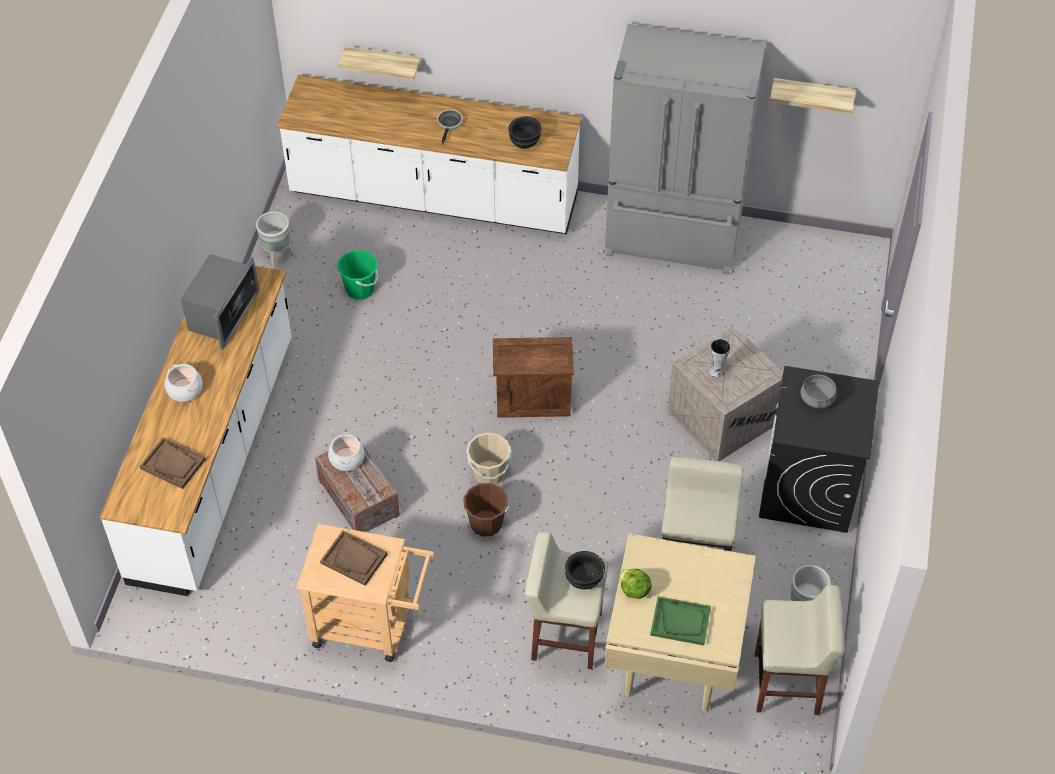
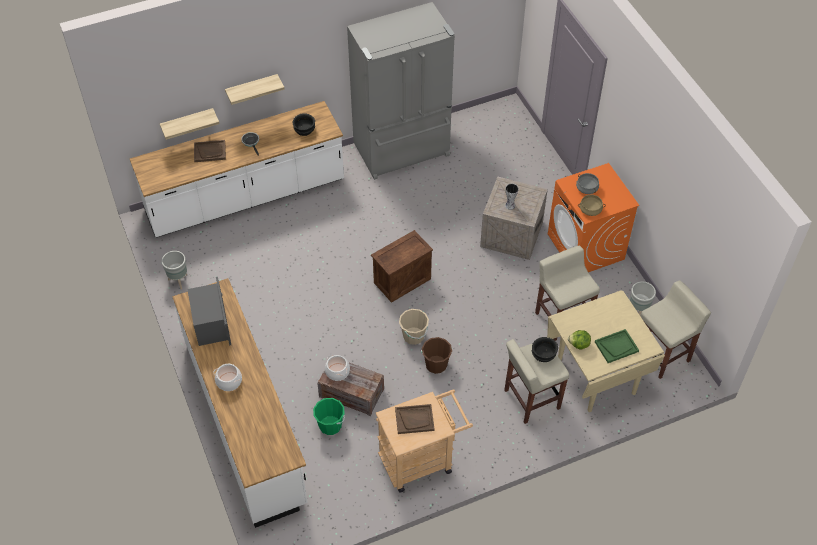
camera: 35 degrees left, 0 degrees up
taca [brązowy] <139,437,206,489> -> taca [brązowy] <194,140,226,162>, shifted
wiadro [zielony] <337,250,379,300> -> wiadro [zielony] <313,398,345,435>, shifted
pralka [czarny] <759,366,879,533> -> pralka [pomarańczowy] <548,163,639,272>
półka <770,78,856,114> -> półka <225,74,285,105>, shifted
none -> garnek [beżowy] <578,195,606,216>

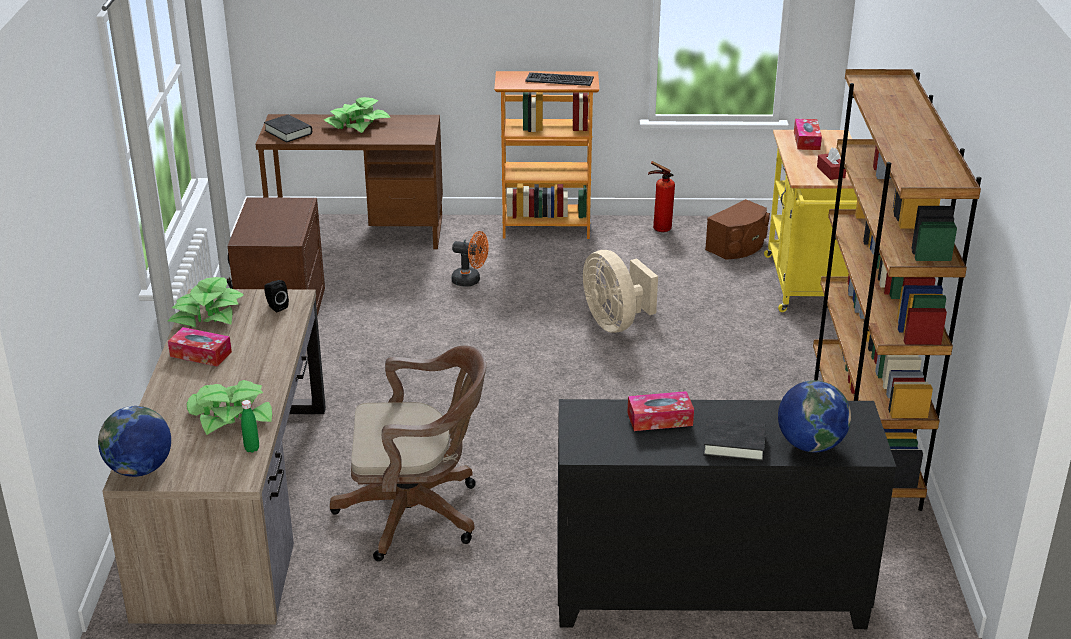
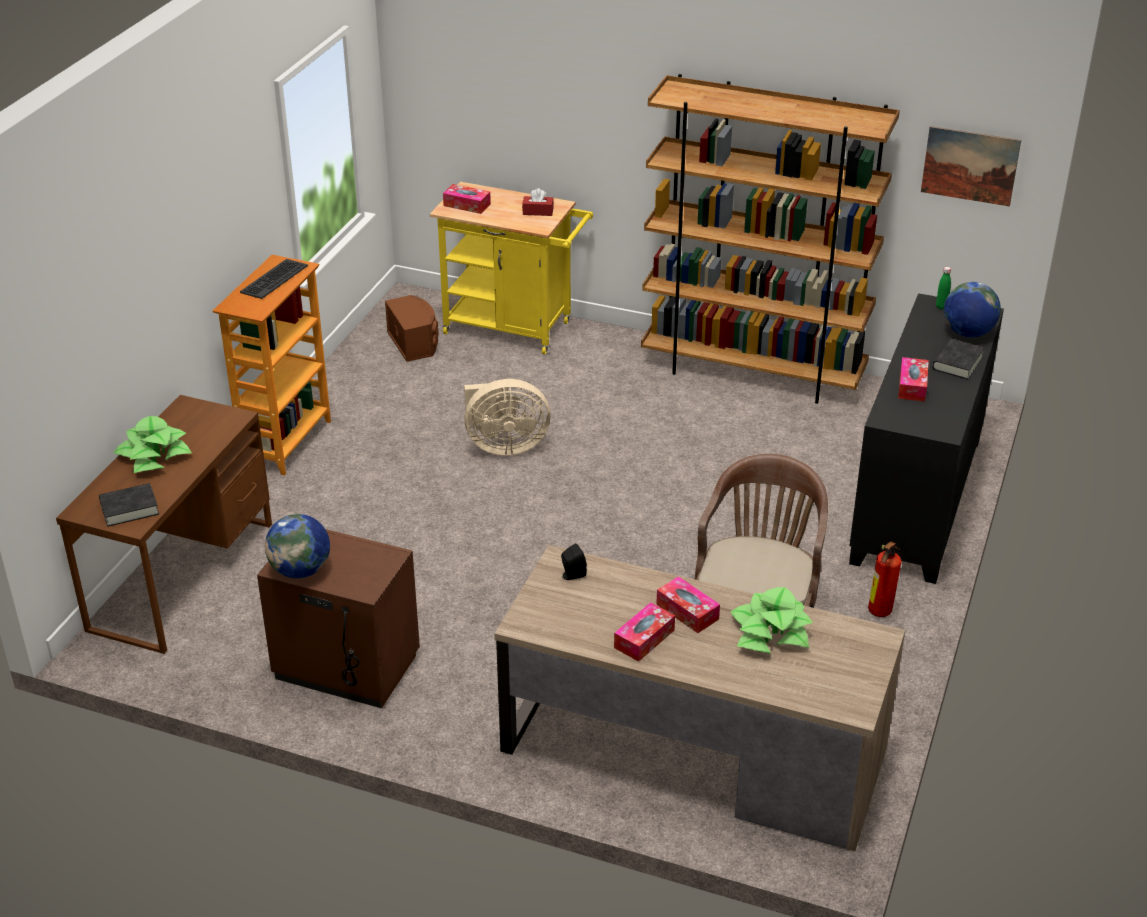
camera: 70 degrees left, 5 degrees up
globus <98,406,171,477> -> globus <265,514,330,578>, shifted
roślina doniczkowa <168,277,244,327> -> none
butelka [zielony] <241,400,259,453> -> butelka [zielony] <936,267,951,309>, shifted
wentylator [pomarańczowy] <451,231,489,286> -> none
gaśnica <648,161,675,232> -> gaśnica <868,541,902,617>, shifted
none -> pudełko chusteczek <656,576,720,633>
none -> obraz <921,126,1021,206>

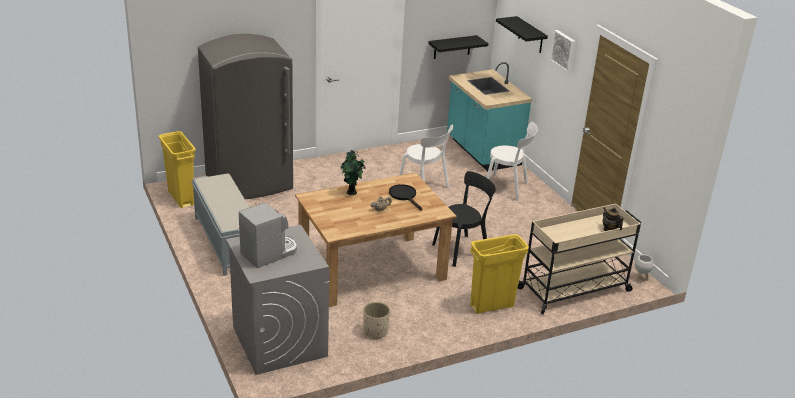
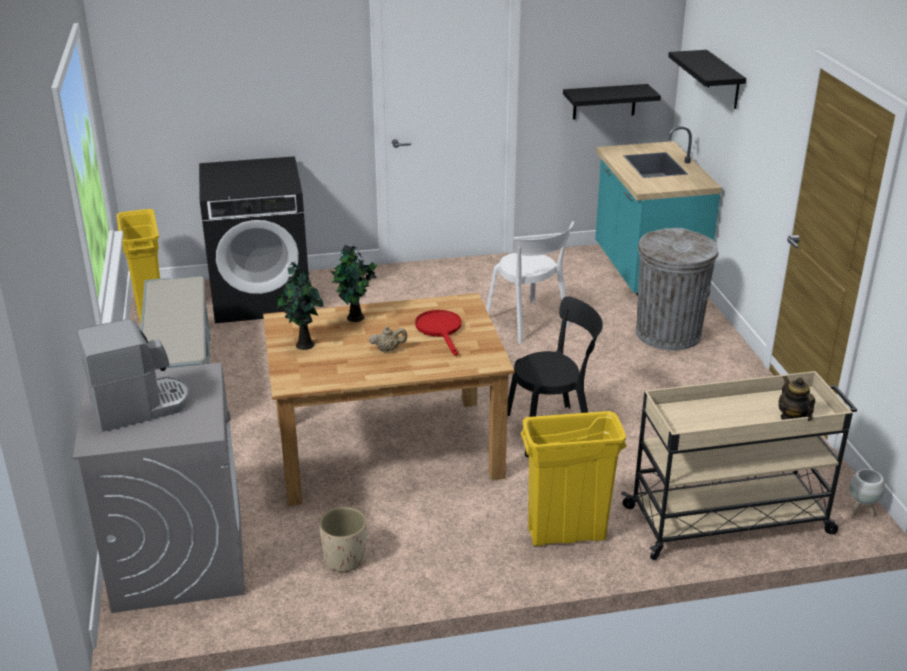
camera: 15 degrees right, 0 degrees up
lodówka [szary] <198,34,293,199> -> pralka [czarny] <199,156,309,323>
patelnia [czarny] <389,184,422,210> -> patelnia [czerwony] <415,310,462,356>
krzesło [biały] <483,122,538,201> -> kosz na śmieci [szary] <636,228,719,351>
obraz <550,30,575,72> -> none
none -> roślina doniczkowa <276,261,324,350>

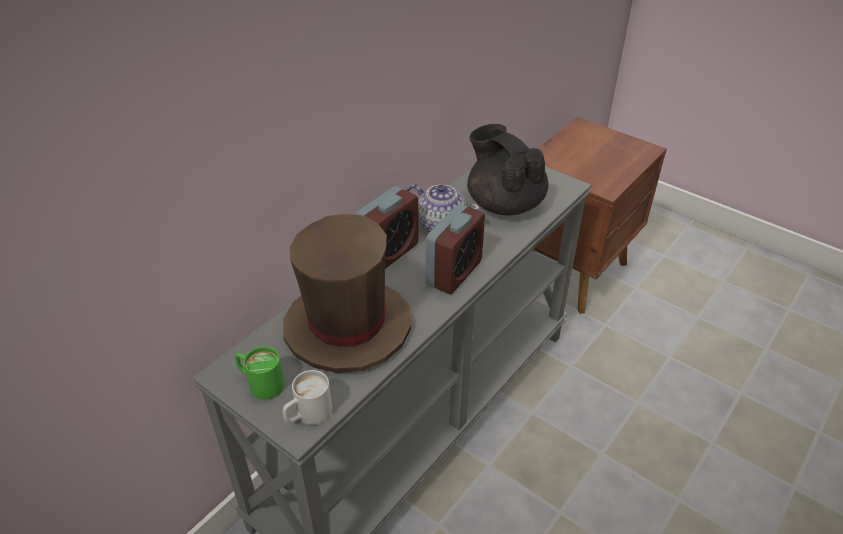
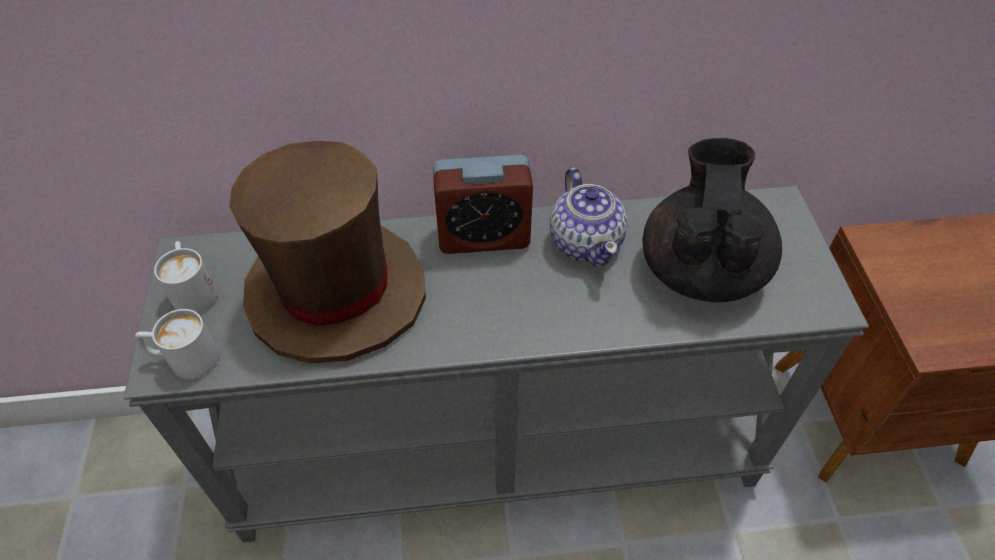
camera: 45 degrees right, 10 degrees up
kubek [zielony] <235,346,285,400> -> kubek [biały] <154,241,217,314>
budzik <426,204,485,294> -> none

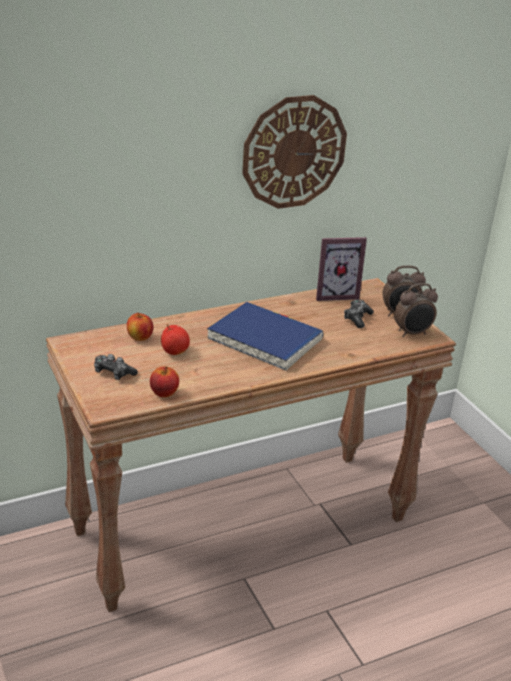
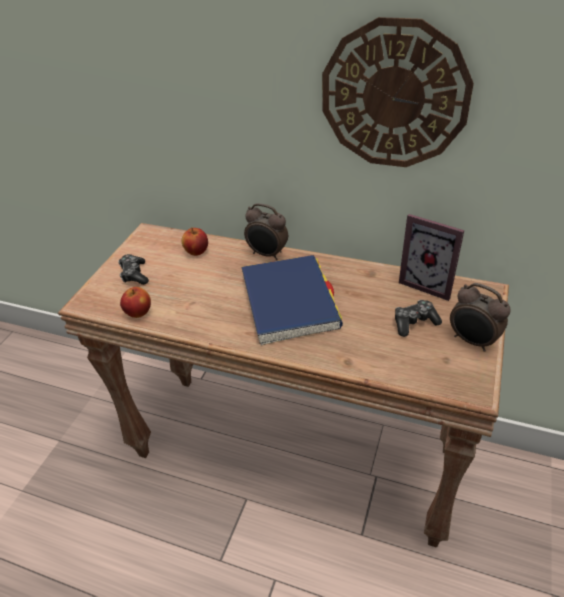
camera: 50 degrees right, 10 degrees up
jabłko <161,324,190,355> -> none
budzik <394,283,438,337> -> budzik <244,203,288,260>, shifted

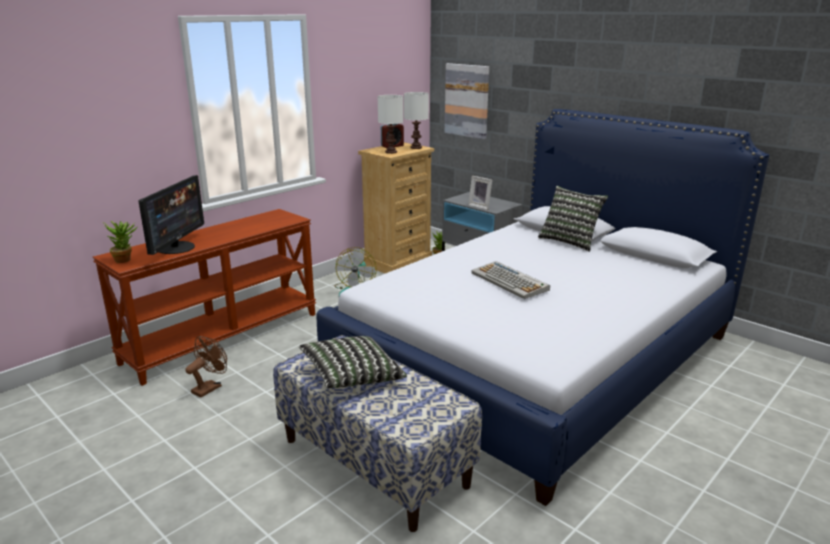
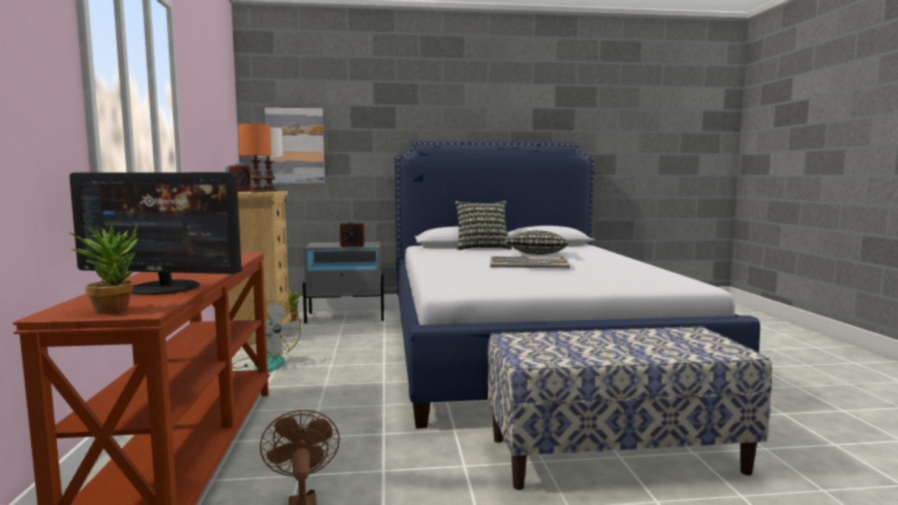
camera: 50 degrees left, 15 degrees down
monitor <138,175,204,255> -> monitor <69,172,242,295>, 135 degrees clockwise
poduszka <299,336,407,388> -> poduszka <505,230,568,255>, shifted
lampa stołowa [biały] <377,95,403,154> -> lampa stołowa [pomarańczowy] <238,124,272,192>
ramka na zdjęcie <468,176,492,210> -> budzik <340,220,364,247>

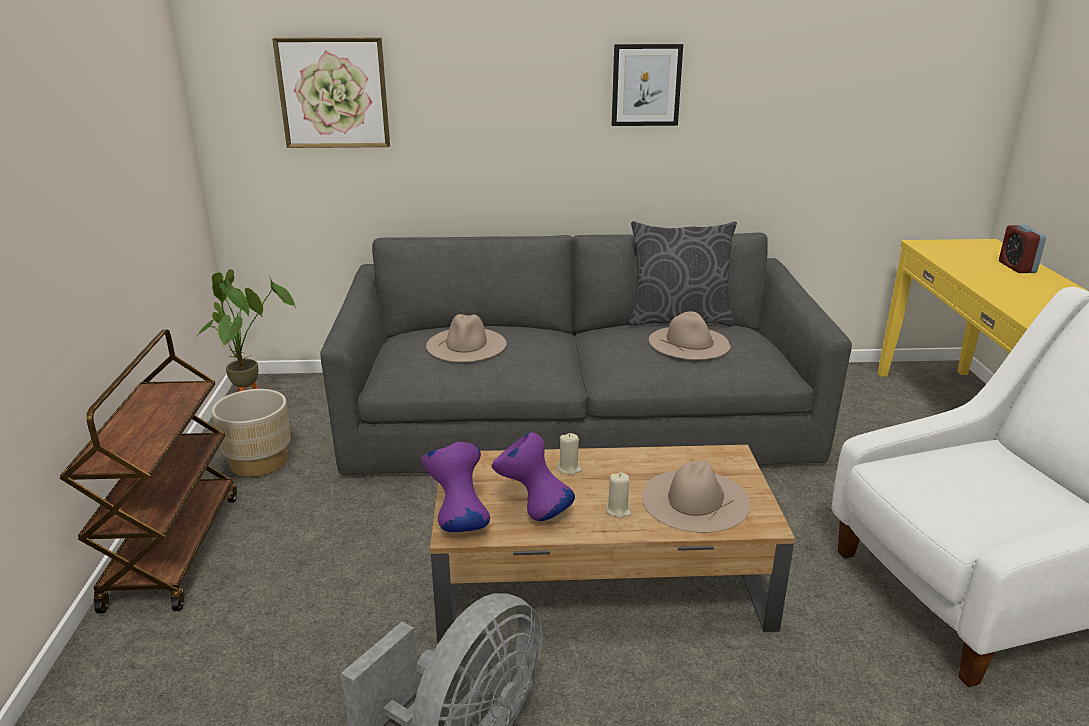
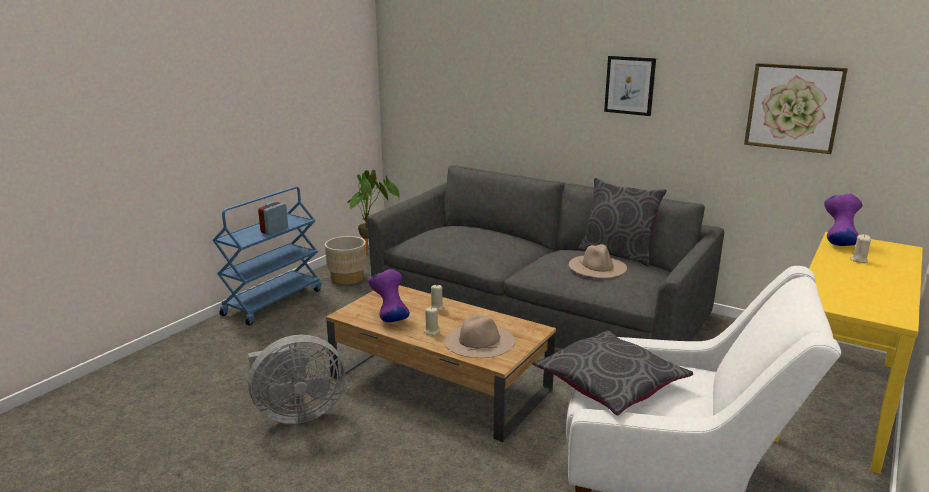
camera: 35 degrees right, 5 degrees down
wózek [brązowy] <60,329,237,614> -> wózek [niebieski] <213,187,321,325>
obraz <272,37,390,148> -> obraz <744,63,848,154>, shifted
wazon [fioletowy] <421,442,490,532> -> wazon [fioletowy] <824,194,862,246>, shifted
kapelusz [beżowy] <426,314,507,362> -> none
budzik <999,225,1046,273> -> budzik <258,202,288,235>, shifted
none -> poduszka [szary] <532,330,693,416>
none -> świeca [beżowy] <851,235,871,263>

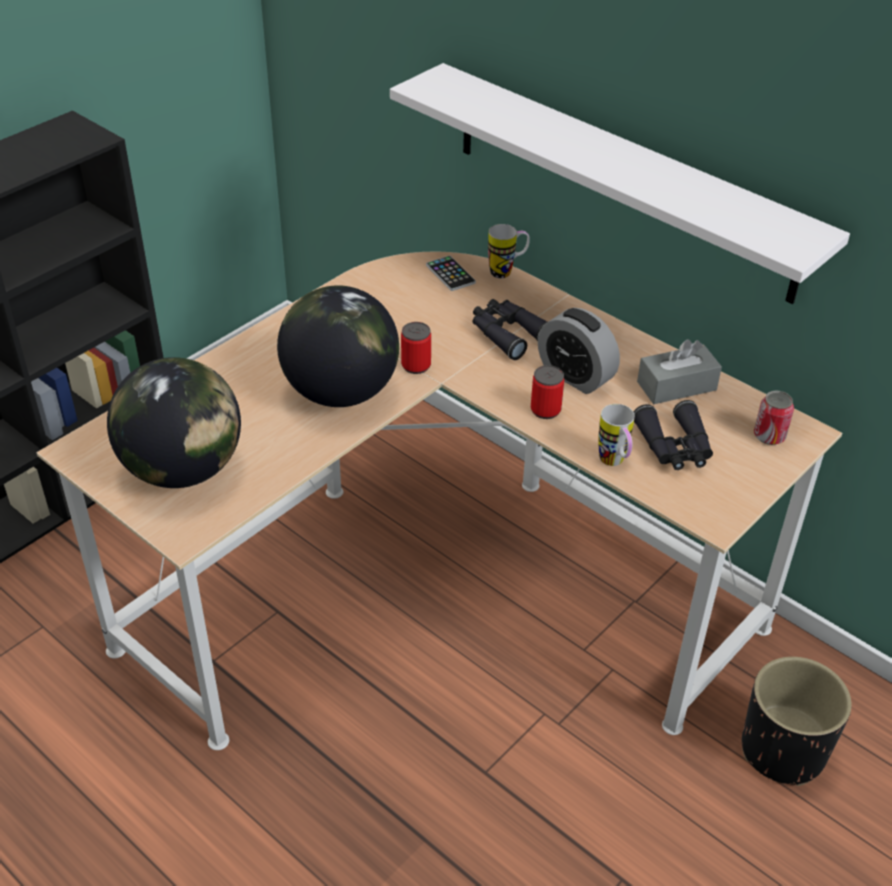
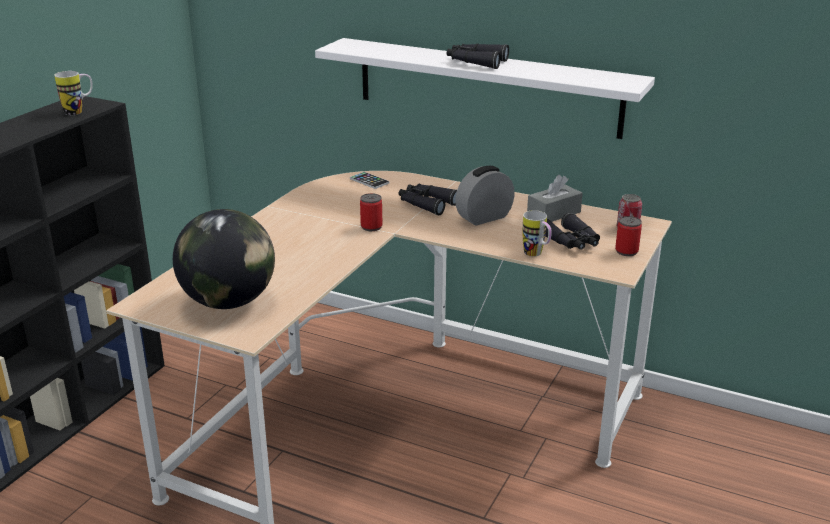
camera: 15 degrees left, 15 degrees down
globus <277,285,399,407> -> none
kubek <488,224,530,278> -> kubek <54,71,92,115>, shifted
puszka <531,365,564,419> -> puszka <615,216,642,256>, shifted
budzik <538,308,620,394> -> budzik <455,166,515,226>, 120 degrees clockwise
donica [czarny] <742,656,852,786> -> none
none -> lornetka [czarny] <447,44,509,69>

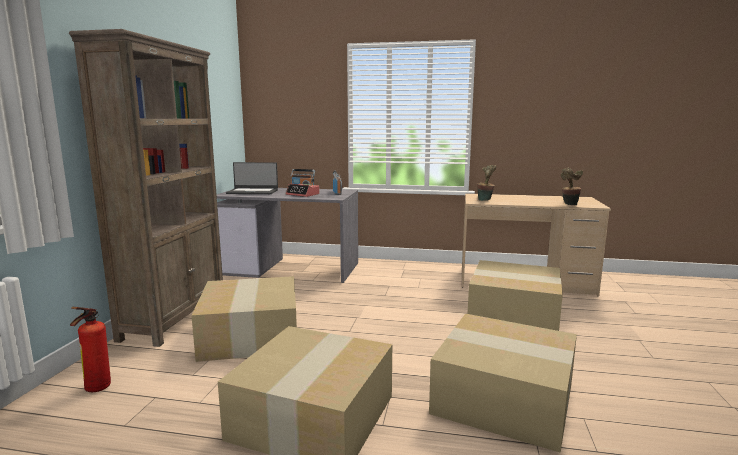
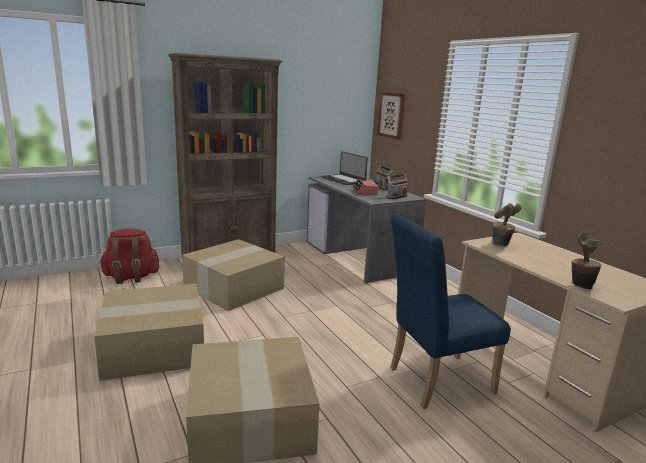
camera: 50 degrees right, 5 degrees up
gaśnica <70,307,111,392> -> plecak [czerwony] <99,229,159,284>
karton <468,260,563,331> -> krzesło [niebieski] <390,214,511,409>
none -> obraz <377,92,406,140>

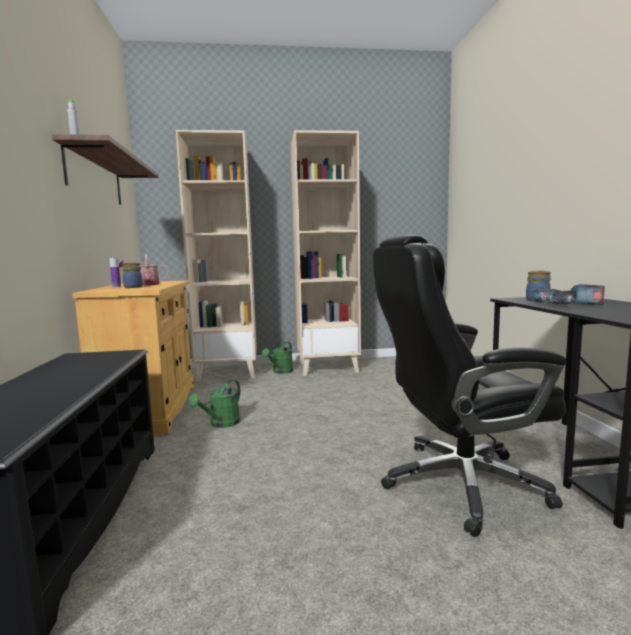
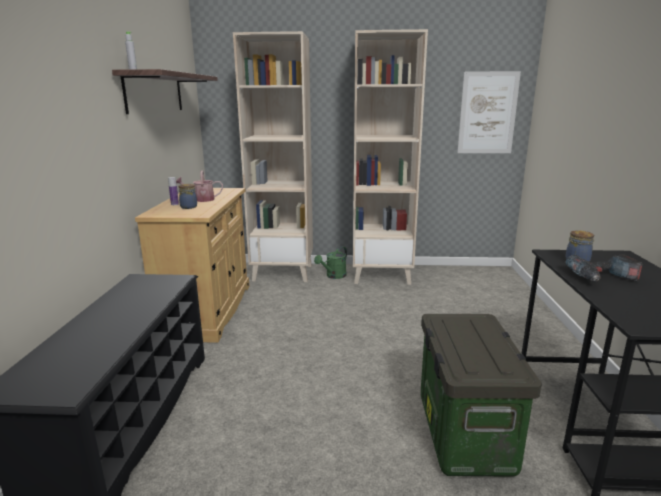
camera: 10 degrees right, 10 degrees up
konewka [zielony] <188,380,240,428> -> none
krzesło biurowe [czarny] <373,235,566,537> -> pojemnik do przechowywania <421,314,542,477>
none -> obraz <457,71,521,153>

